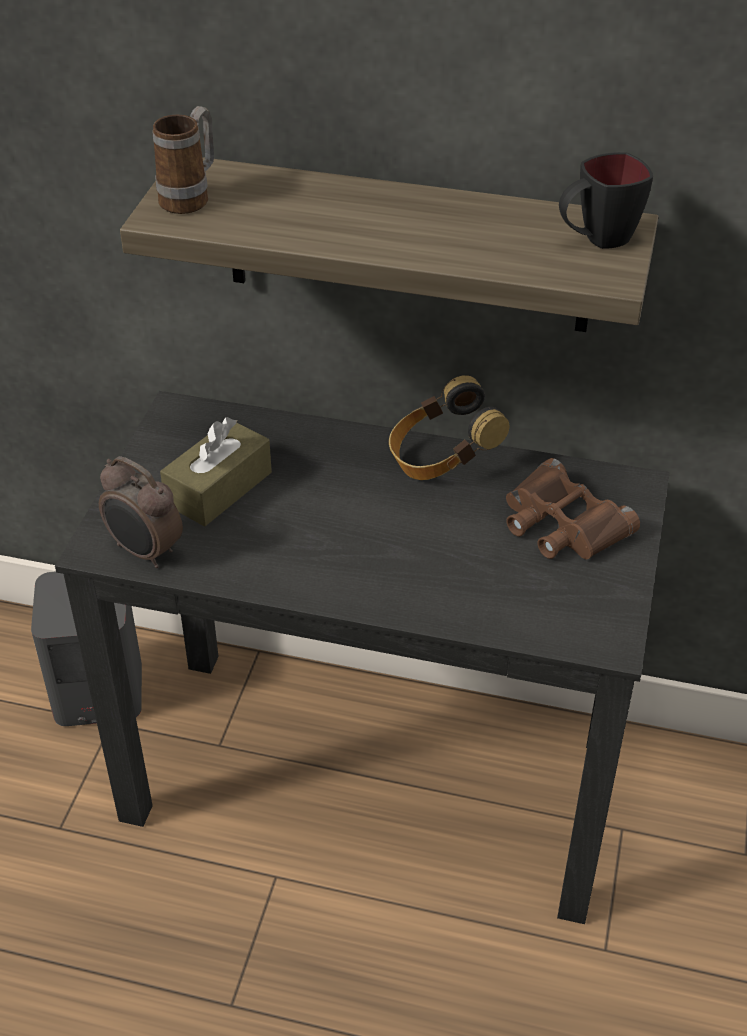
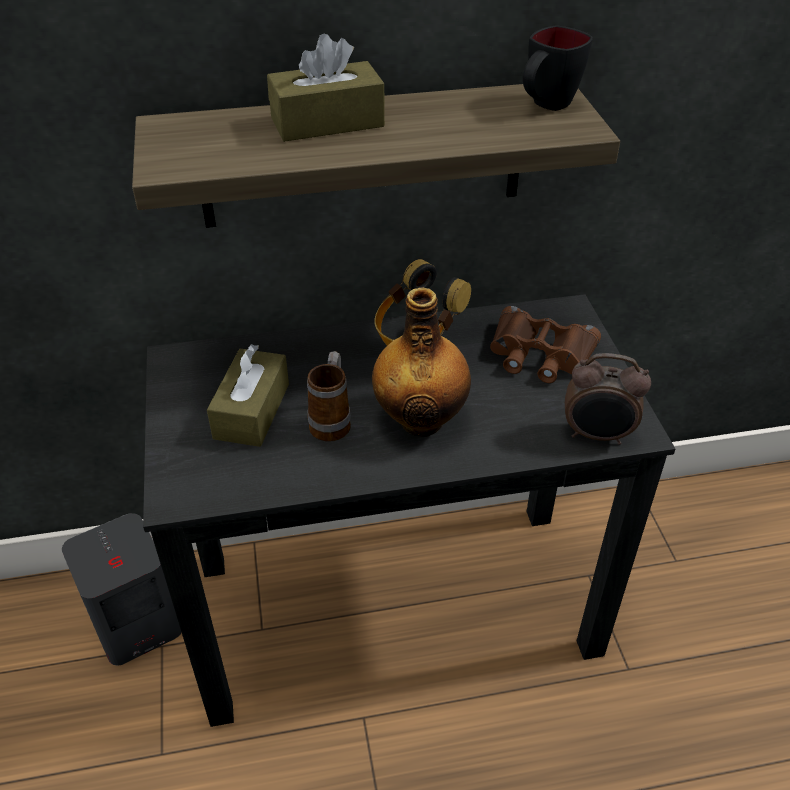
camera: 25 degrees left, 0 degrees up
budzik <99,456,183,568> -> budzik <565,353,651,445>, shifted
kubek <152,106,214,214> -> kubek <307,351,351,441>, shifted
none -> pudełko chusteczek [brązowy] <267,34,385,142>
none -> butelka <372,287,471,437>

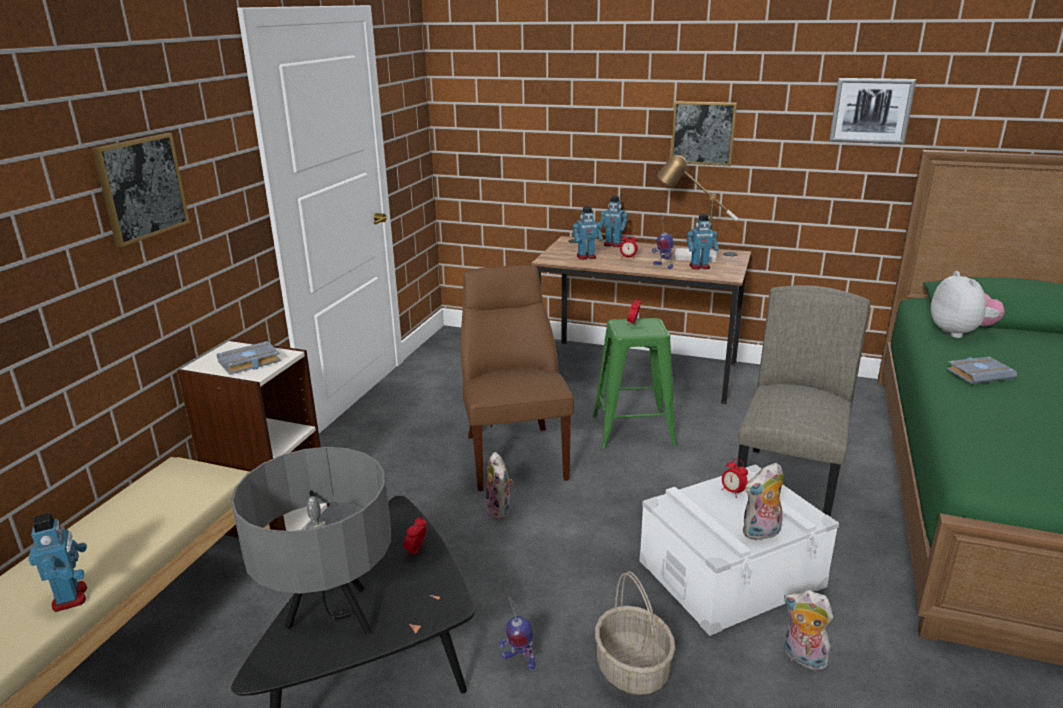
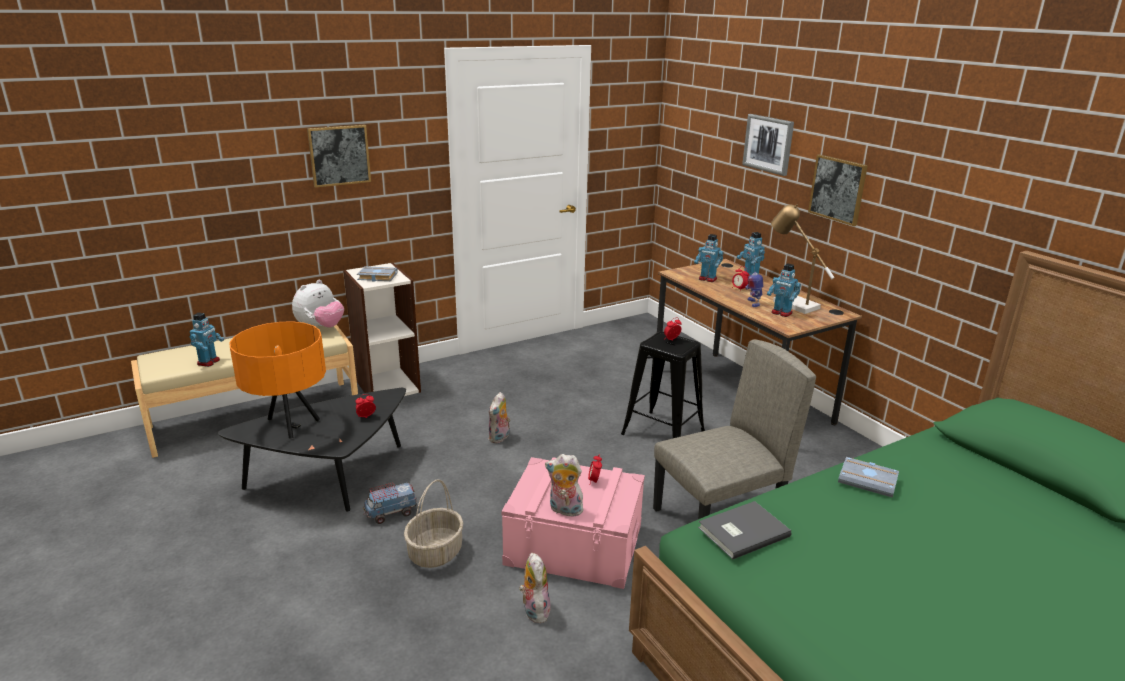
camera: 40 degrees right, 0 degrees up
lampa stołowa [szary] <231,447,391,635> -> lampa stołowa [pomarańczowy] <229,321,326,439>
krzesło [brązowy] <461,265,574,491> -> none
robot zabawkowy <498,596,535,670> -> ciężarówka zabawkowa <363,482,417,524>
stołek [zielony] <593,318,677,449> -> stołek [czarny] <621,332,705,438>
pojemnik do przechowywania [biały] <640,464,839,636> -> pojemnik do przechowywania [różowy] <501,457,645,589>
obraz <829,78,916,144> -> obraz <742,114,794,176>, shifted
pluszak <931,271,1004,338> -> pluszak <292,280,344,328>, shifted
none -> książka [szary] <698,501,791,559>

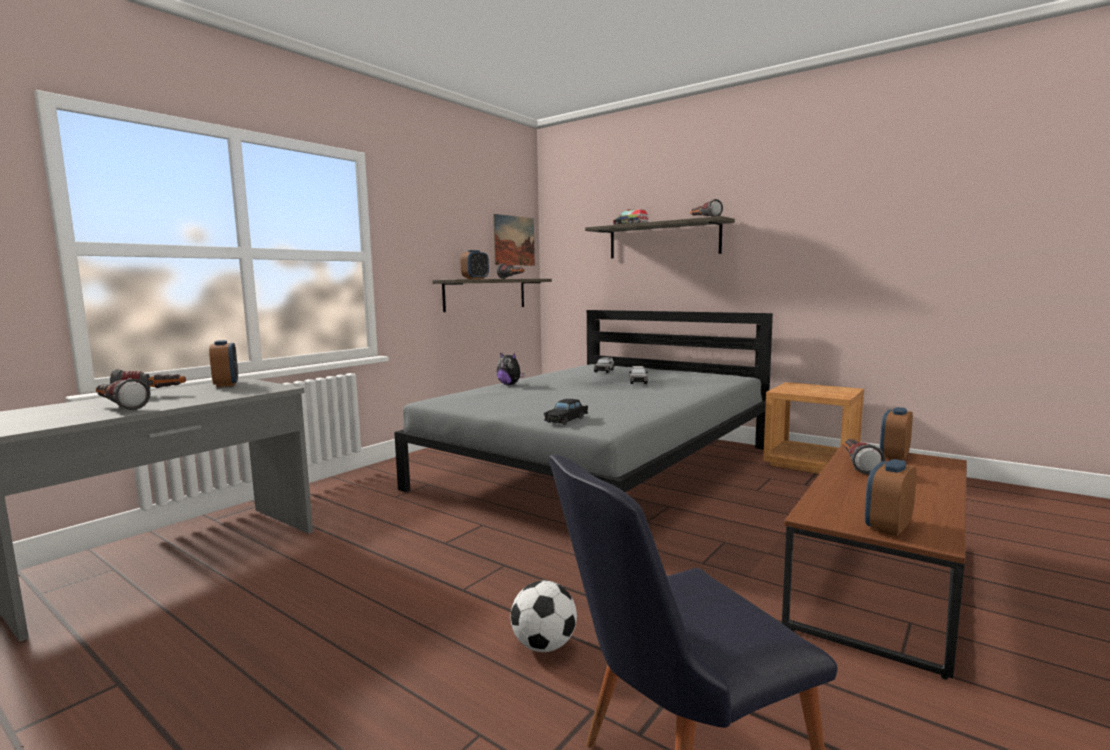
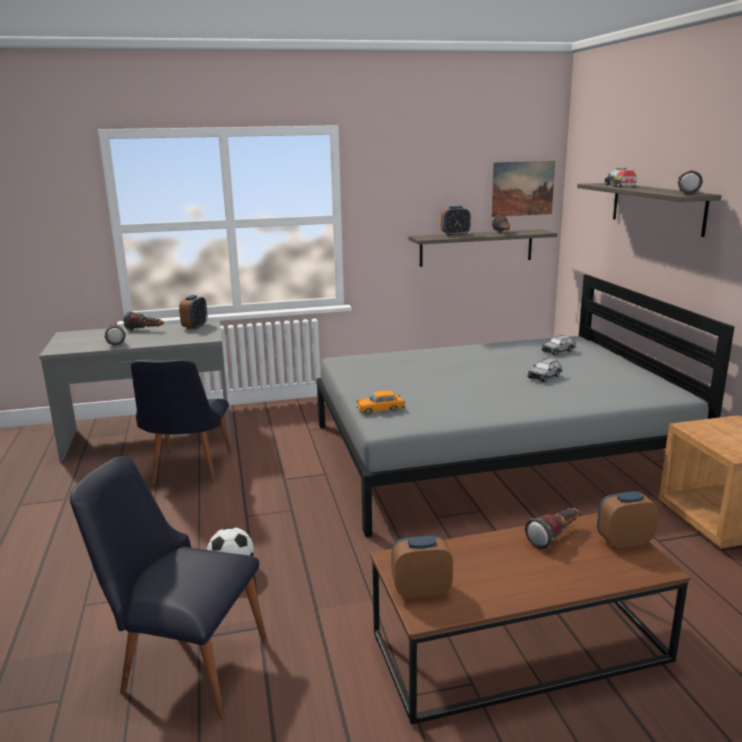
camera: 40 degrees right, 10 degrees up
pluszak <496,352,525,385> -> none
samochodzik [czarny] <544,399,588,425> -> samochodzik [pomarańczowy] <357,391,405,414>
none -> krzesło [czarny] <131,360,232,484>

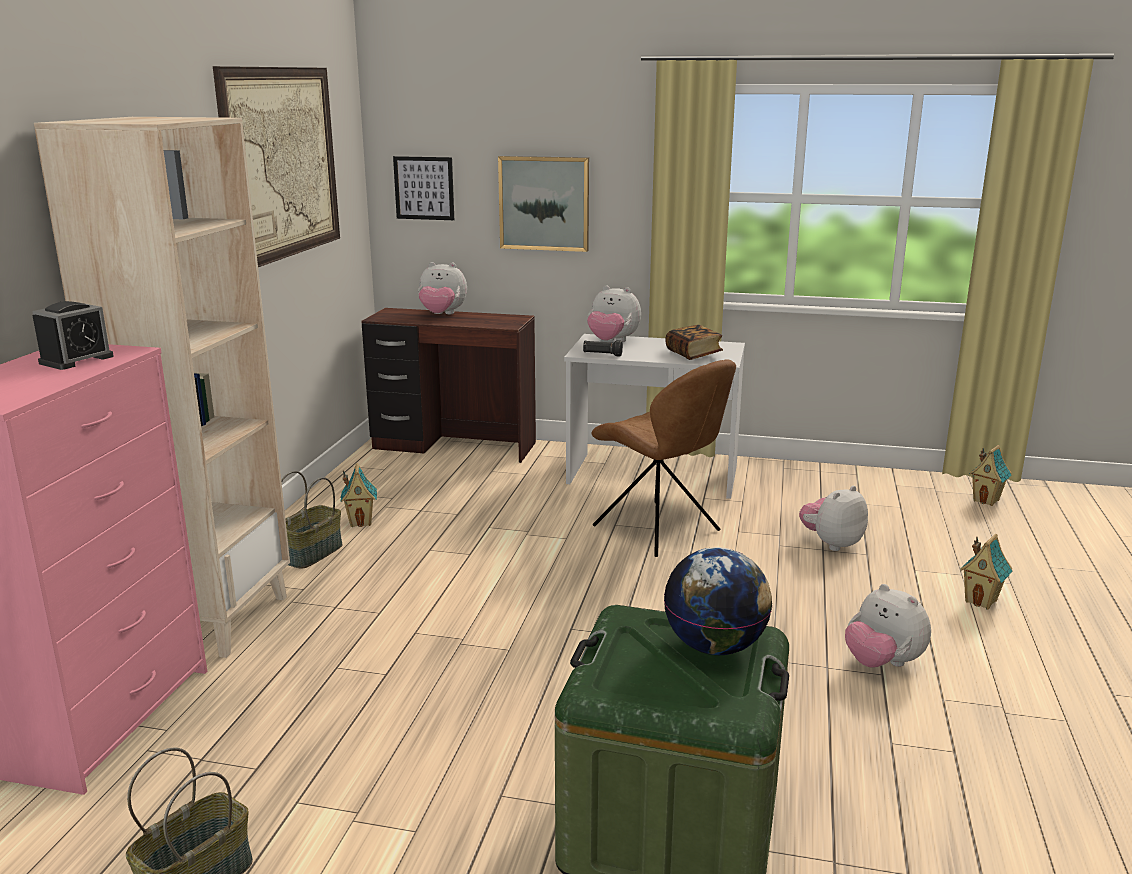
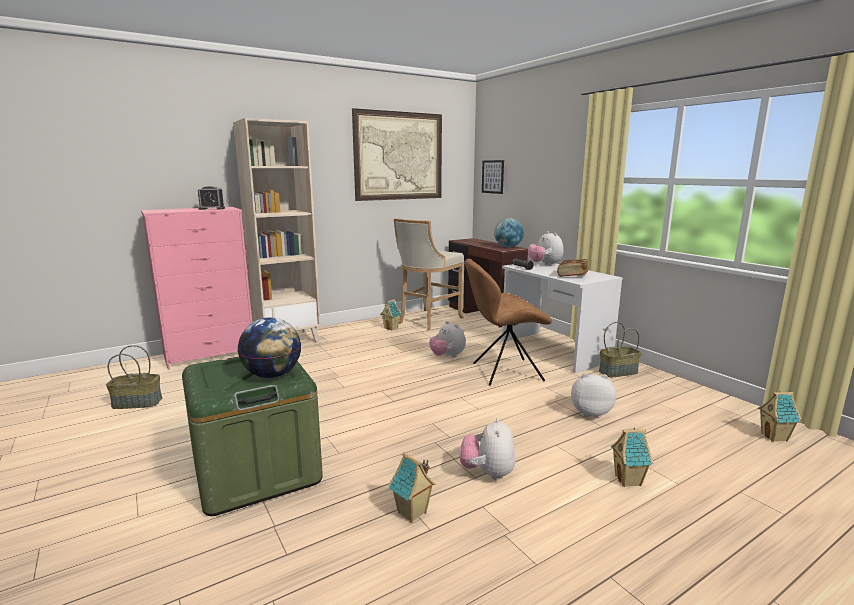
camera: 45 degrees right, 5 degrees down
koszyk <281,471,343,569> -> koszyk <599,322,642,377>, shifted
pluszak <418,262,467,314> -> pluszak <429,321,466,357>, shifted
obraz <498,156,589,252> -> none
krzesło [brązowy] <591,359,736,557> -> krzesło [brązowy] <465,259,552,386>, 75 degrees clockwise
none -> domek <389,452,435,523>
none -> stołek [beżowy] <394,218,464,330>
none -> globus <494,218,524,248>

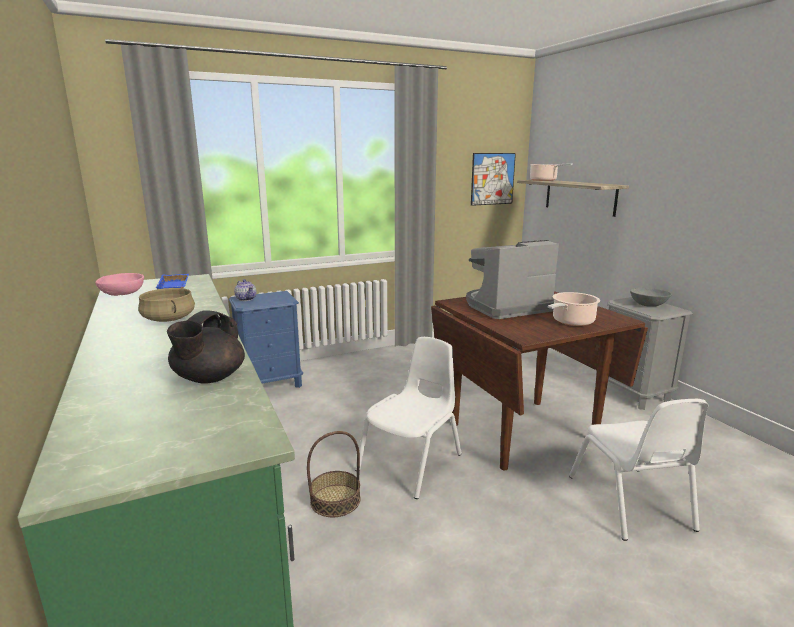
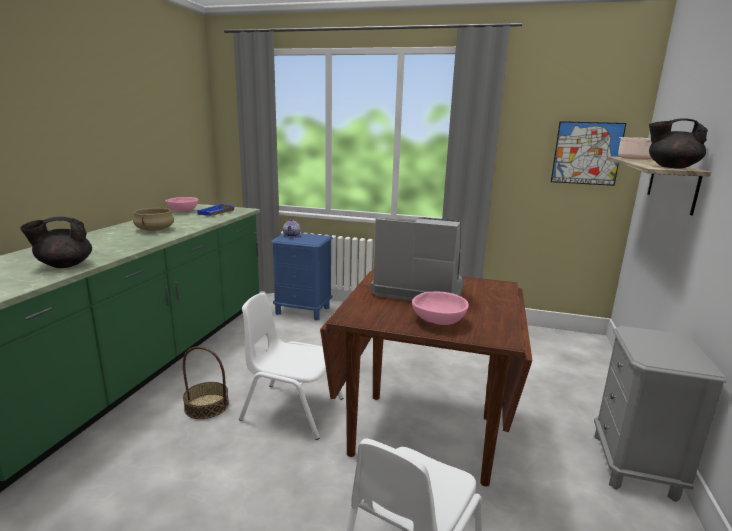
camera: 40 degrees right, 0 degrees up
krzesło [biały] <355,337,462,499> -> krzesło [biały] <239,293,344,440>, 150 degrees counterclockwise
garnek <548,292,600,326> -> miska [różowy] <412,292,469,325>
miska [szary] <630,288,672,307> -> none
none -> imbryk [czarny] <649,118,708,168>

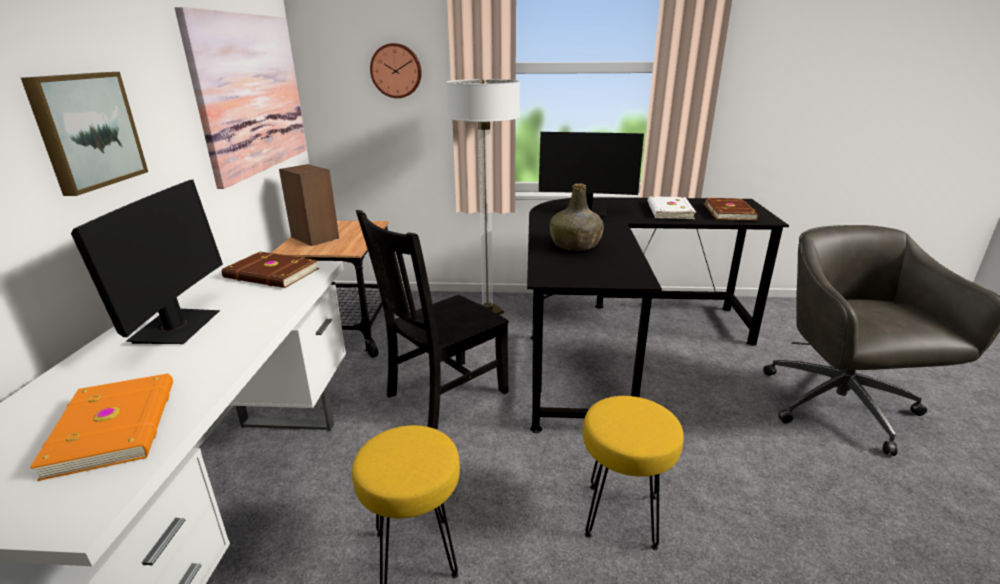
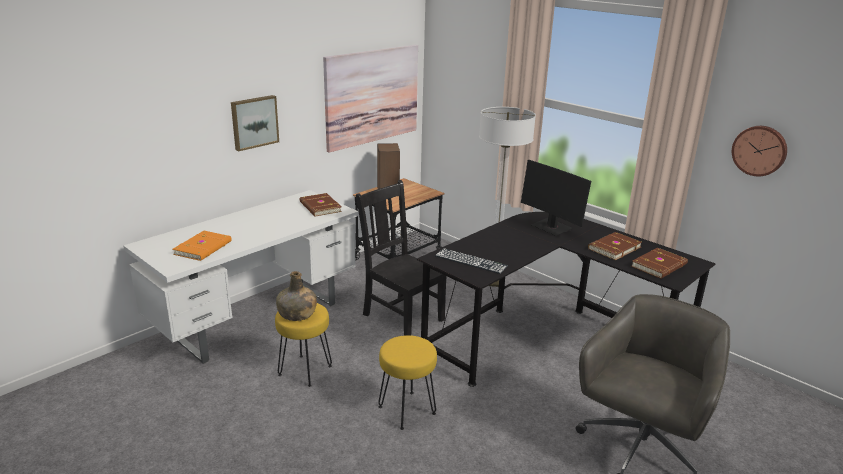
camera: 40 degrees right, 0 degrees up
monitor <71,180,223,344> -> none
krzesło [czarny] <356,210,509,429> -> krzesło [czarny] <356,180,446,336>, 45 degrees clockwise
zegar ścienny <370,43,422,98> -> zegar ścienny <732,126,787,176>, shifted
butelka [zielony] <550,184,604,251> -> butelka [zielony] <276,271,317,321>, shifted
książka [biały] <648,196,696,219> -> książka [brązowy] <588,232,642,260>
none -> klawiatura <435,248,508,274>

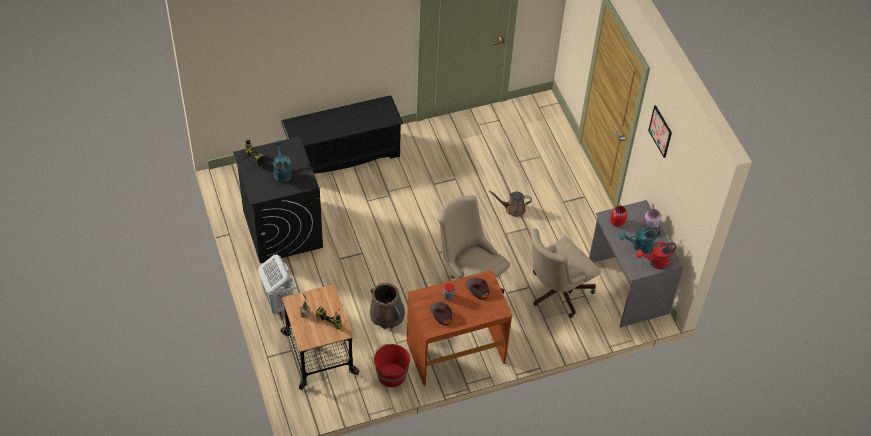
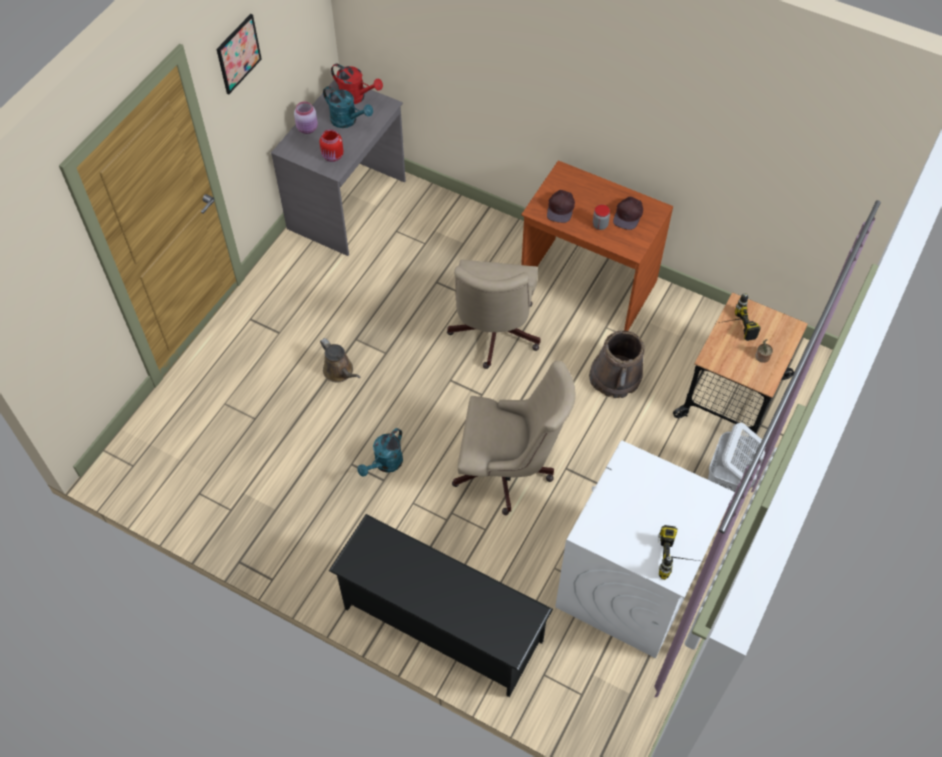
camera: 130 degrees left, 5 degrees up
pralka [czarny] <233,136,323,263> -> pralka [biały] <555,440,735,658>
konewka [turkusowy] <273,140,292,183> -> konewka [turkusowy] <357,428,403,477>, shifted
wiadro [czerwony] <372,344,410,387> -> none
krzesło biurowe [beżowy] <530,228,601,318> -> krzesło biurowe [beżowy] <452,361,576,515>, shifted

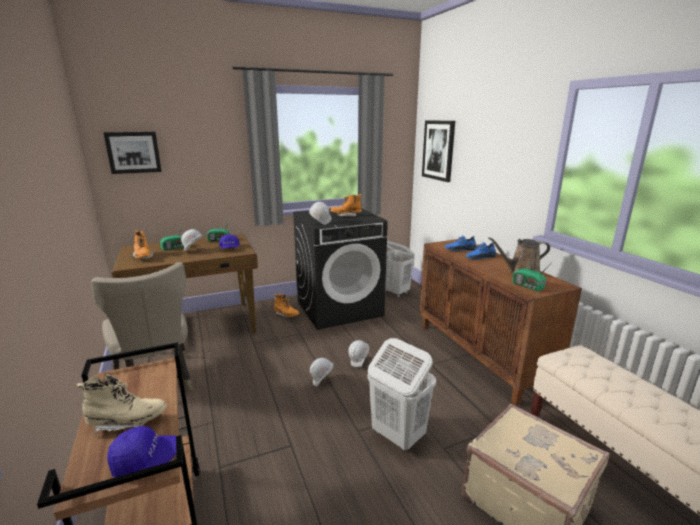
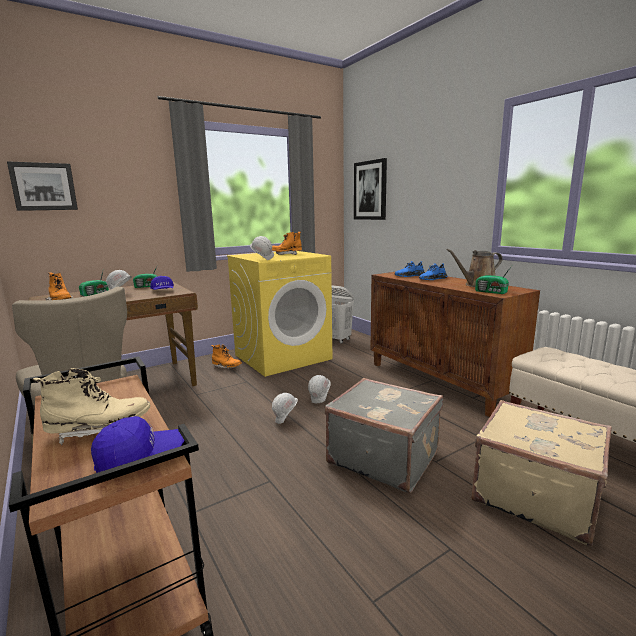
camera: 10 degrees left, 5 degrees down
pralka [czarny] <293,208,388,330> -> pralka [żółty] <227,251,332,377>
kosz na pranie [biały] <367,338,436,451> -> walizka [szary] <325,378,443,493>

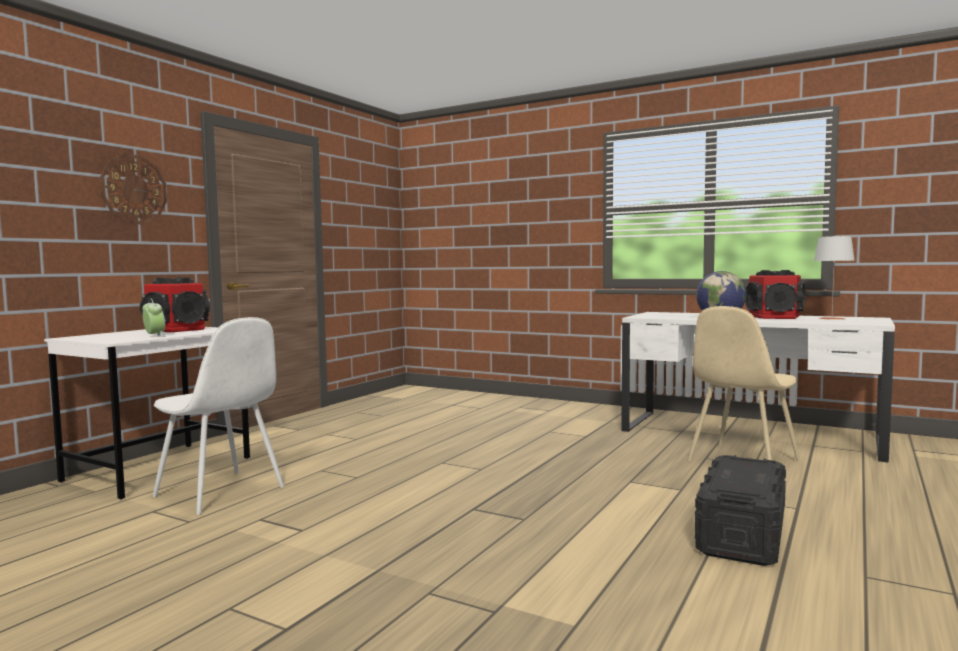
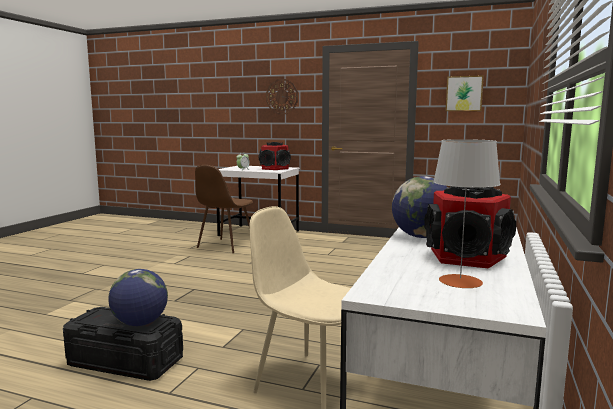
camera: 80 degrees right, 5 degrees up
krzesło [biały] <152,317,284,515> -> krzesło [brązowy] <195,165,253,253>
none -> globus <108,269,168,326>
none -> obraz <446,75,484,111>

